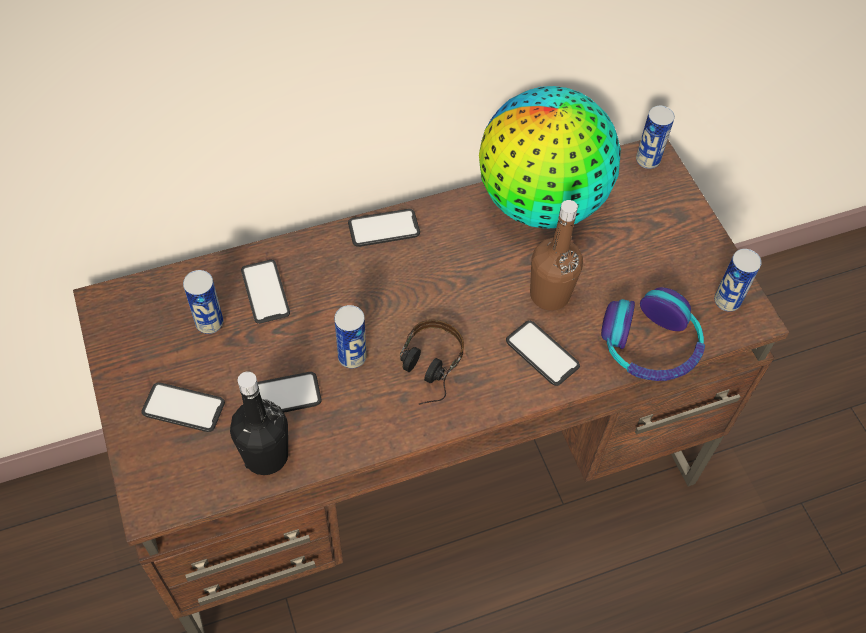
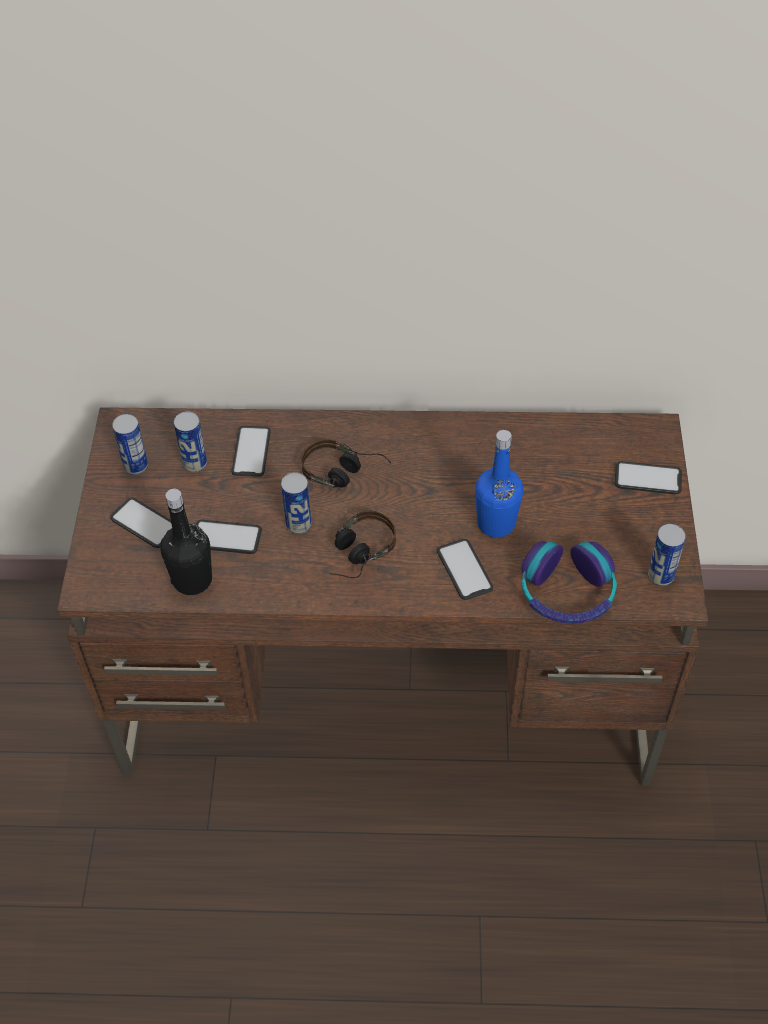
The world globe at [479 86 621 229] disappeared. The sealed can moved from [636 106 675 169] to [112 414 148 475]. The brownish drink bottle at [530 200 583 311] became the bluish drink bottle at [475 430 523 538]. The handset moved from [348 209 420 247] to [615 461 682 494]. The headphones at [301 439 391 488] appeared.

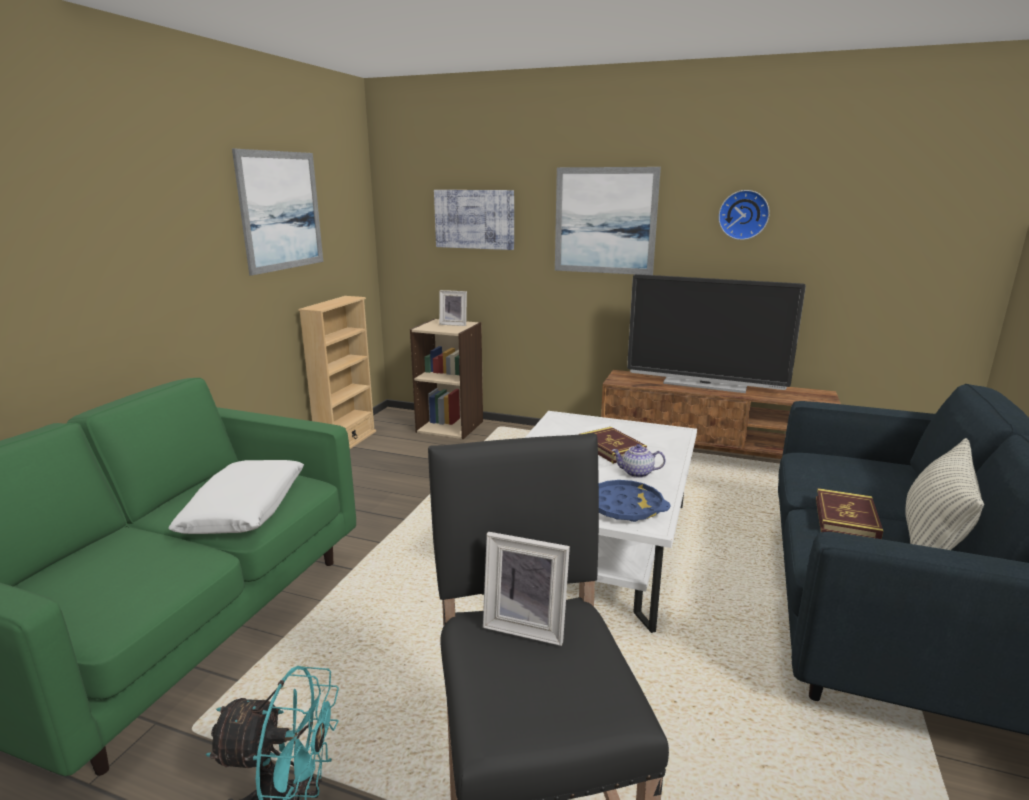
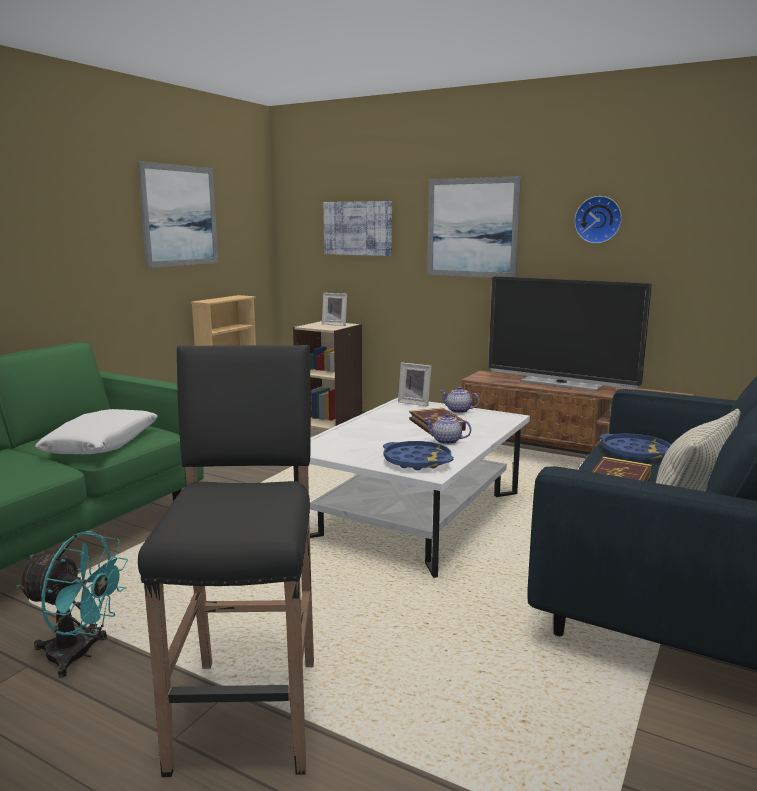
The picture frame moved from [483 532 570 646] to [398 362 432 406]. The pot for tea at [440 387 480 413] appeared. The bluish serving tray at [600 433 671 461] appeared.

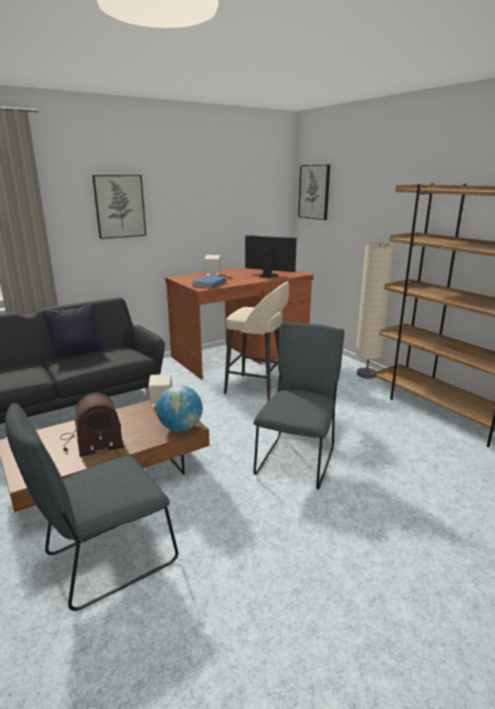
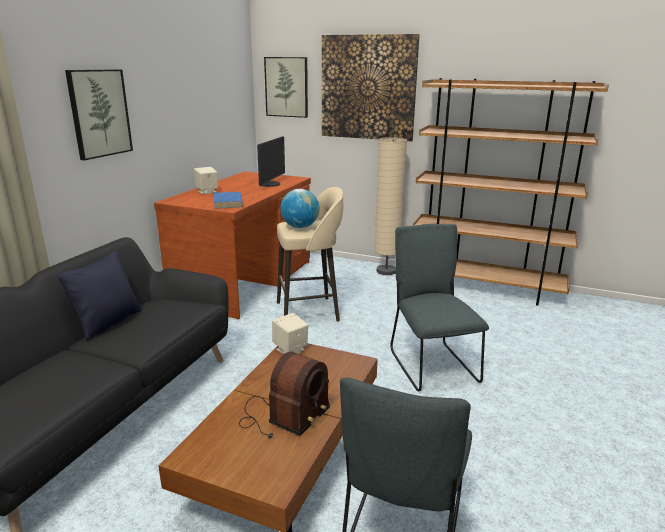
The monitor at [245 235 297 278] turned 120 degrees clockwise. The world globe moved from [156 385 203 432] to [280 189 319 228]. The picture at [322 34 420 141] appeared.

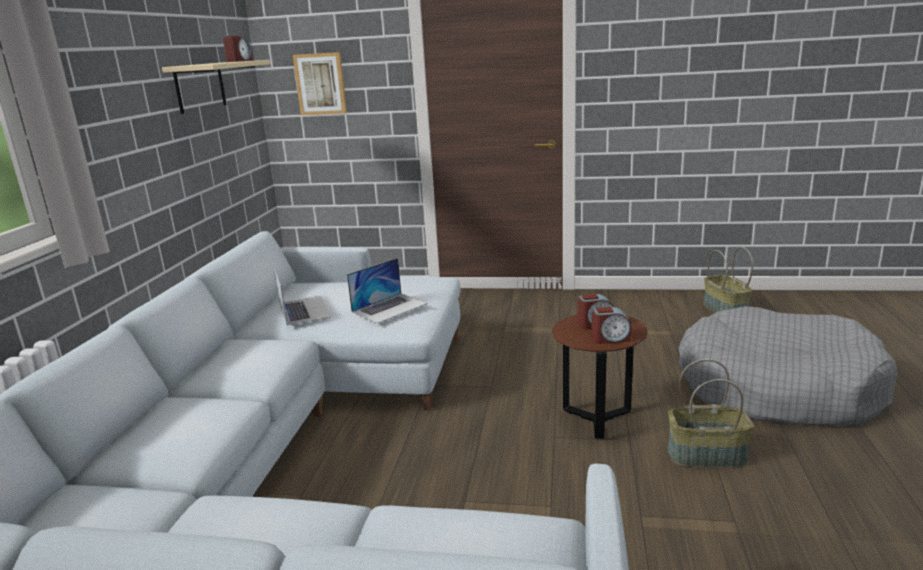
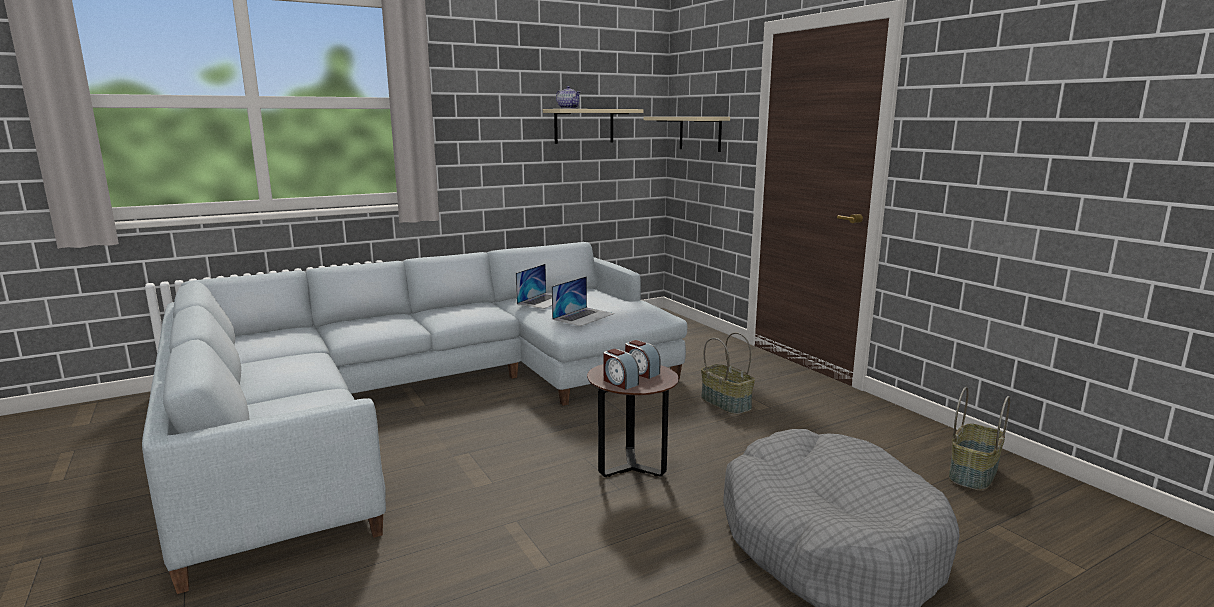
The alarm clock at [223 36 252 62] disappeared. The picture at [293 52 347 115] was replaced by the sand-coloured shelf at [644 117 730 152]. The portable computer at [347 258 428 323] turned 60 degrees counterclockwise. The storage basket moved from [668 359 754 467] to [701 332 755 415]. The pot for tea at [556 86 581 109] appeared.

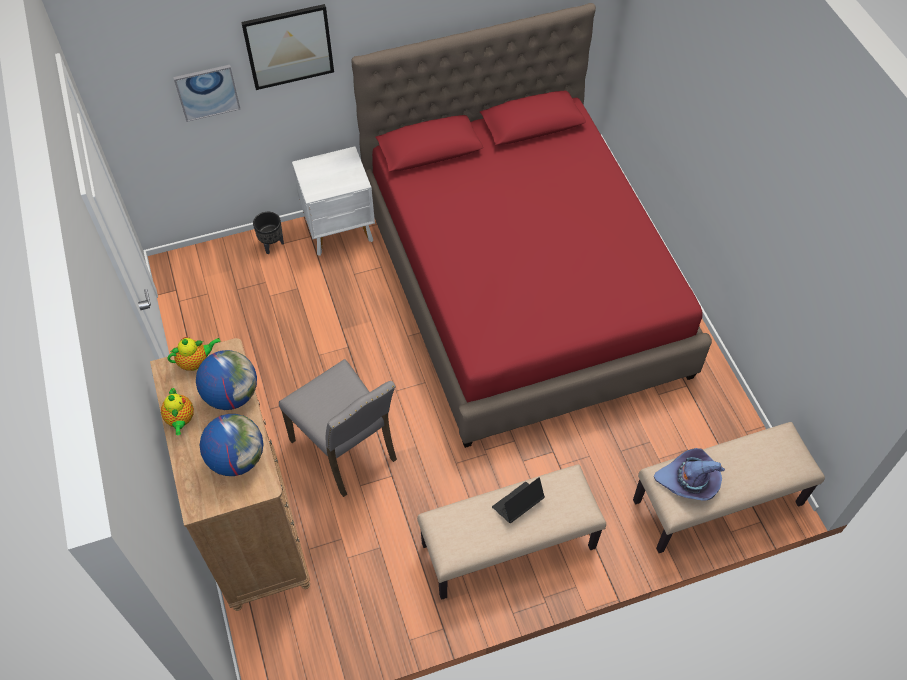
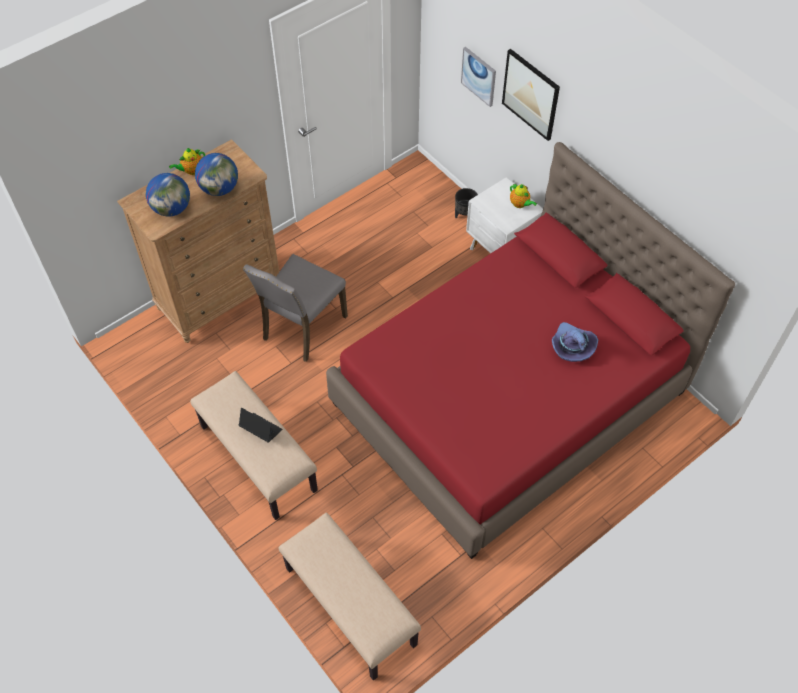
The pot for tea moved from [168 337 221 371] to [510 184 537 208]. The purple hat moved from [654 448 725 501] to [552 322 598 362].

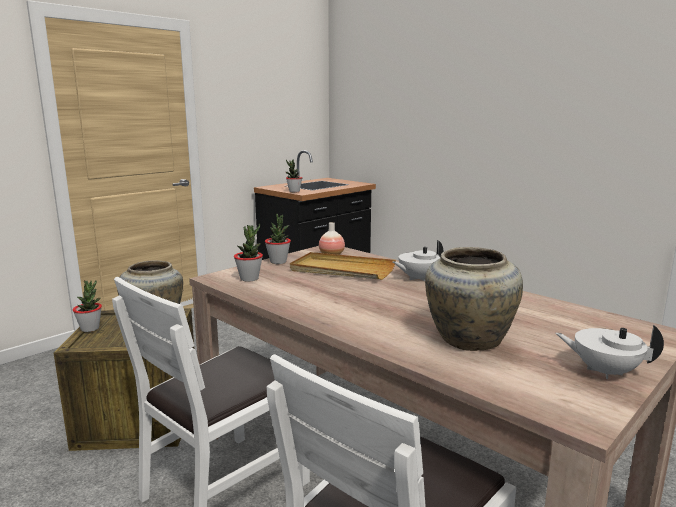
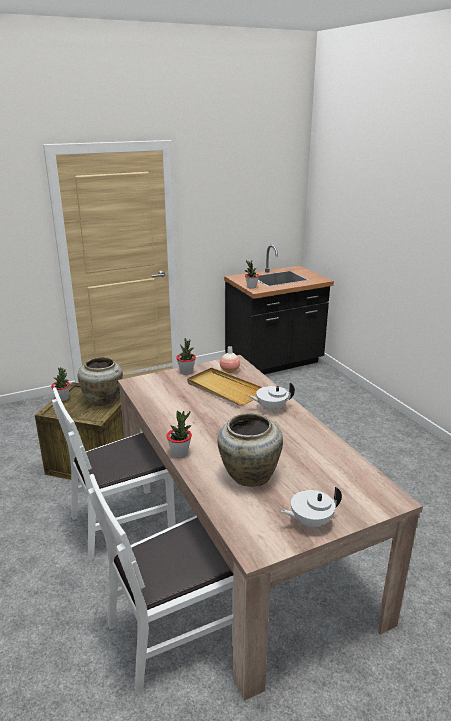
The potted plant moved from [234 224 263 282] to [166 410 192 458]. The white-coloured pot for tea at [556 324 664 379] turned 60 degrees counterclockwise.

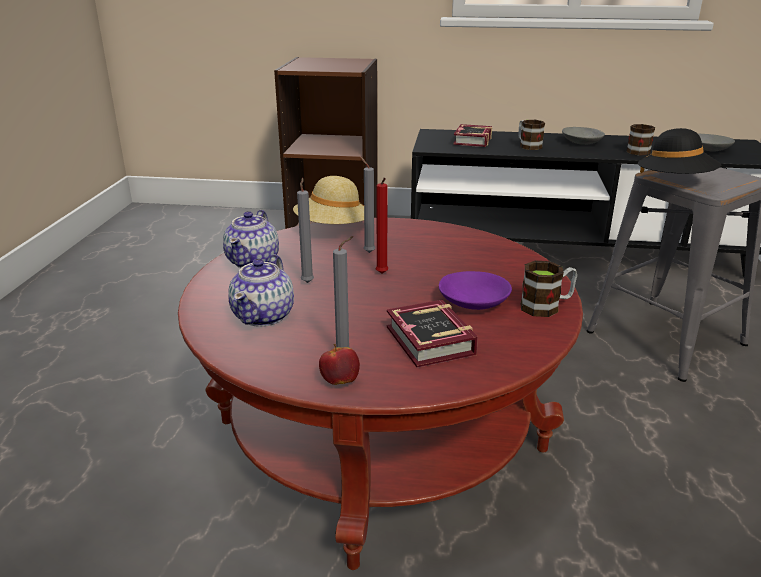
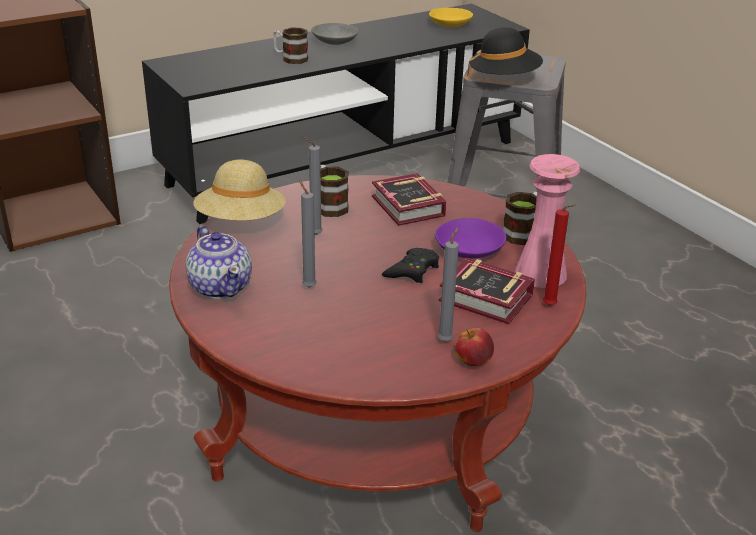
The book moved from [453 124 492 147] to [372 173 447 226]. The mug moved from [626 124 655 155] to [320 165 349 217]. The grey deep dish at [698 134 735 151] became the yellow-coloured deep dish at [429 8 473 27]. The reddish candle moved from [376 177 388 274] to [543 204 576 306]. The pot for tea at [228 254 294 327] disappeared. The pink-coloured vase at [515 154 580 288] appeared. The black game controller at [382 248 439 283] appeared.

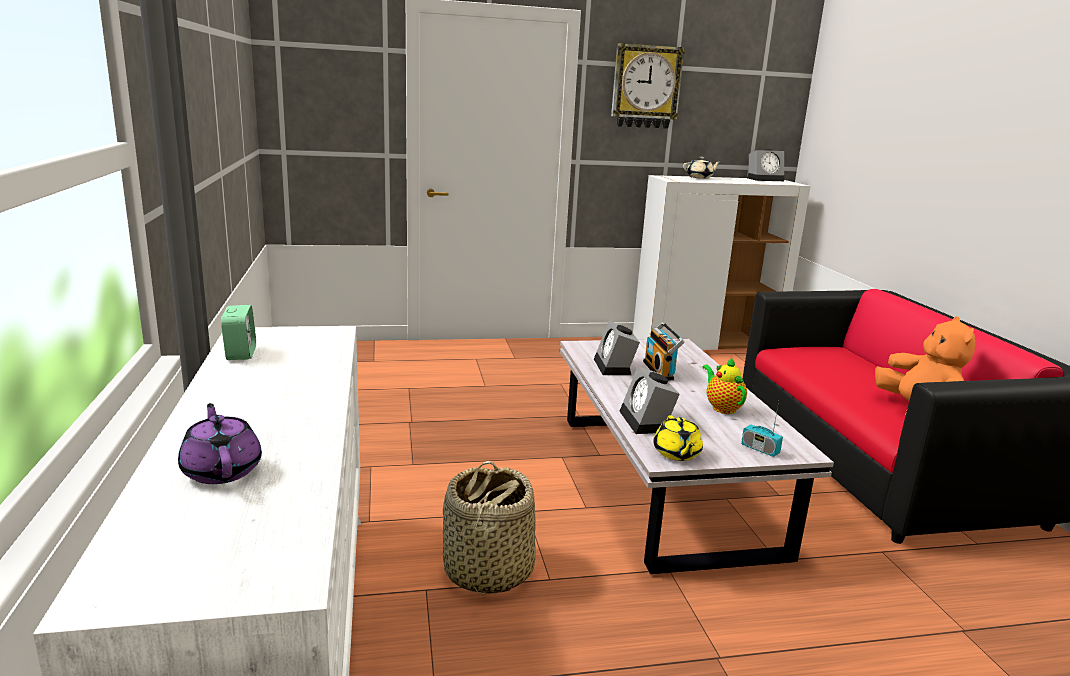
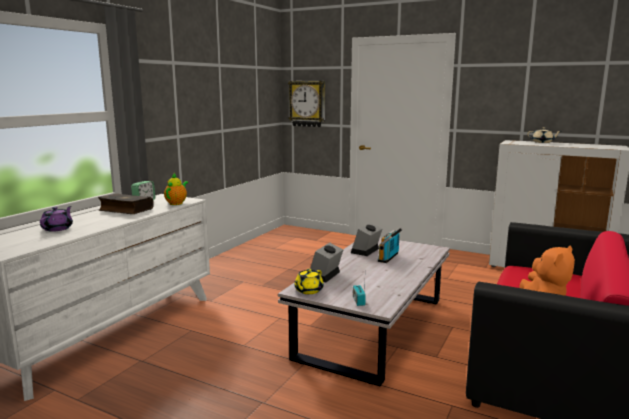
The hanging clock moved from [611 43 685 129] to [288 81 325 127]. The alarm clock at [747 149 784 181] disappeared. The pot for tea moved from [703 357 747 414] to [164 173 188 205]. The storage basket at [443 461 536 595] disappeared. The book at [98 194 154 214] appeared.

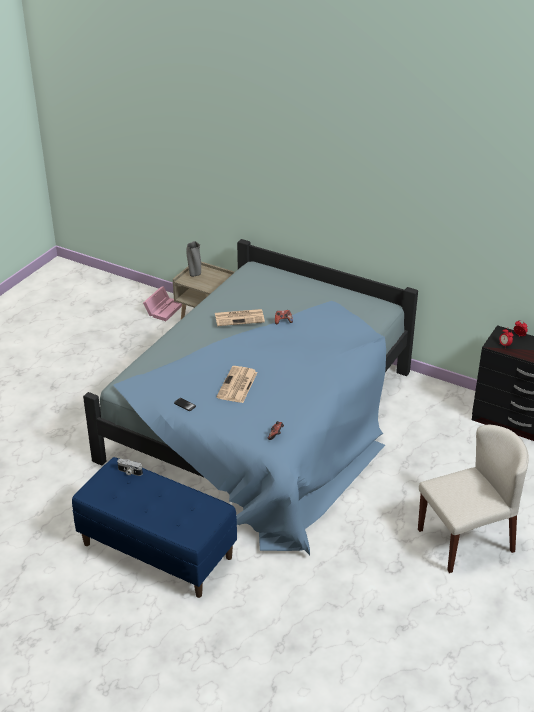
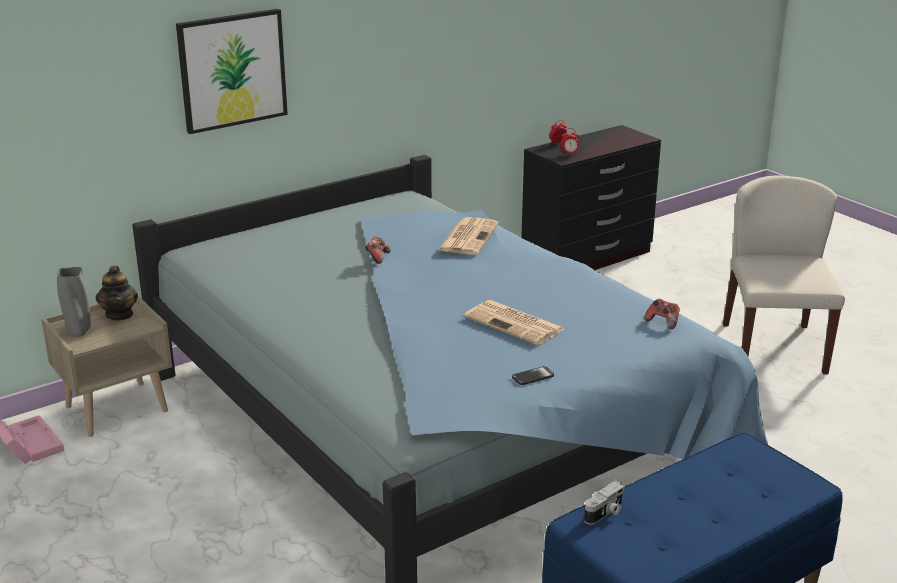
The printed paper moved from [215 309 265 326] to [437 217 498 255]. The picture at [176 9 288 134] appeared. The pot for tea at [96 266 138 320] appeared.

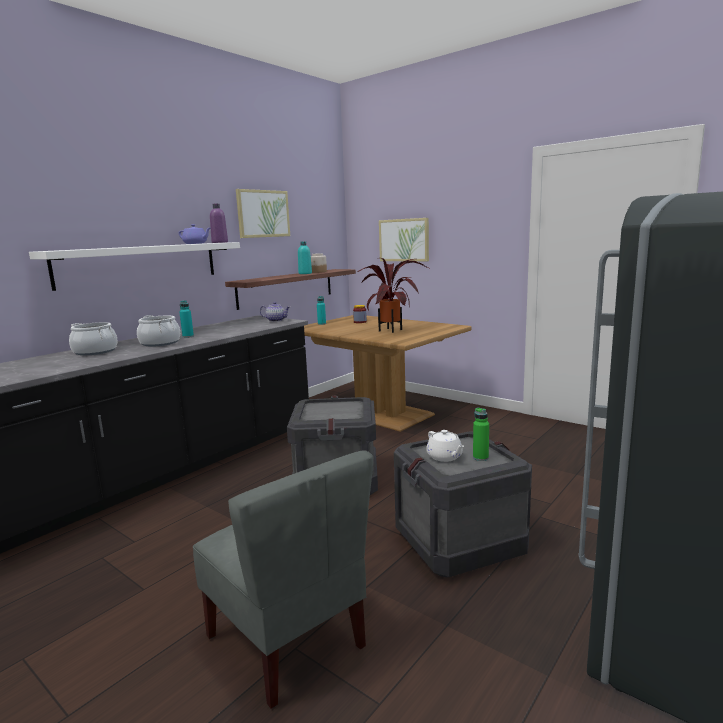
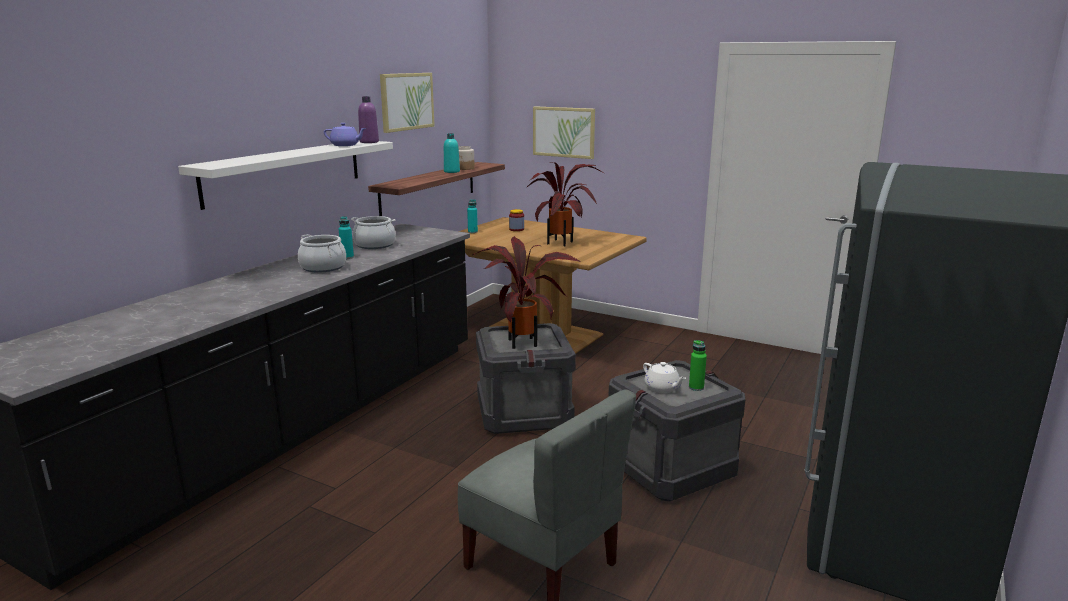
The pot for tea at [260 302 290 322] disappeared. The saucepot moved from [69 322 117 355] to [351 216 396 249]. The potted plant at [473 236 581 349] appeared.

